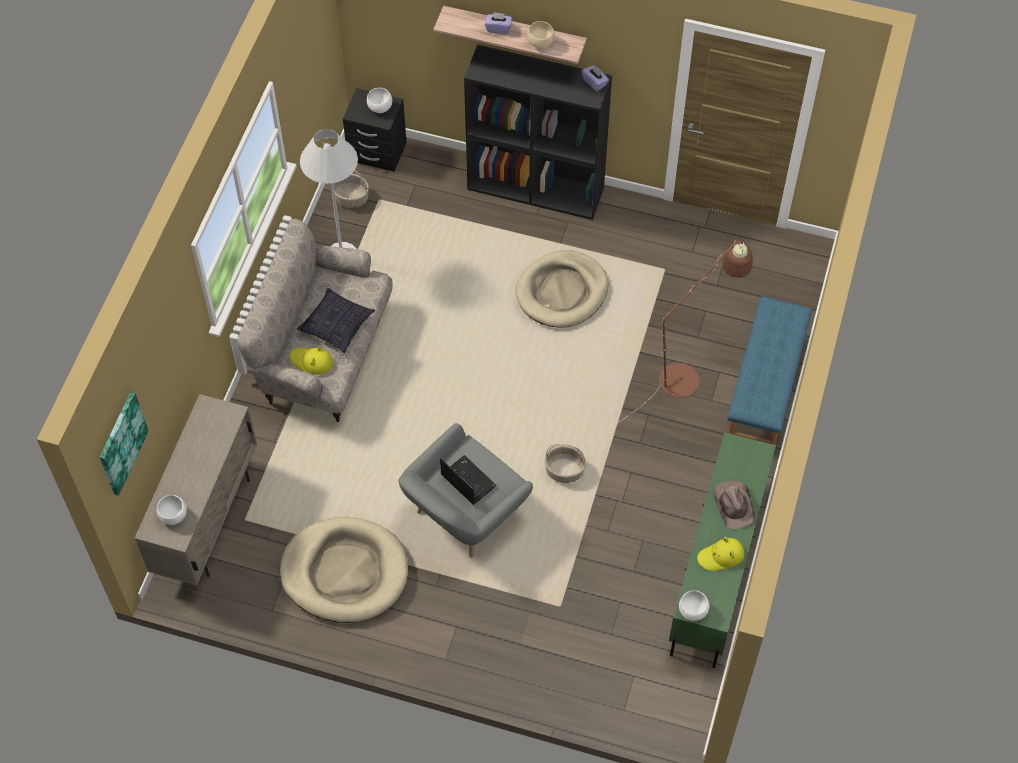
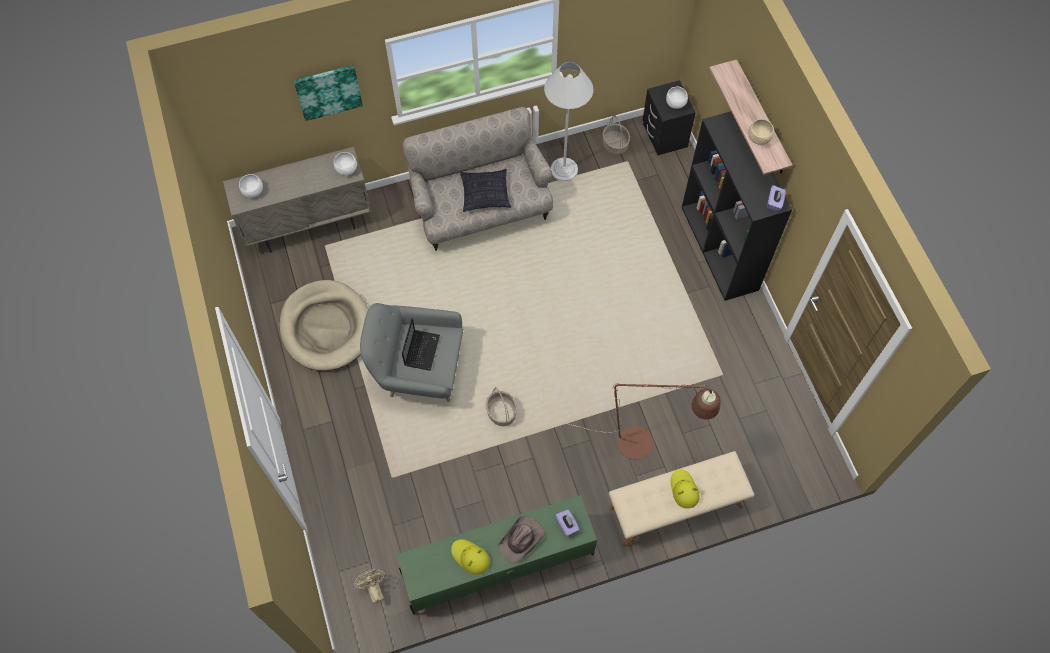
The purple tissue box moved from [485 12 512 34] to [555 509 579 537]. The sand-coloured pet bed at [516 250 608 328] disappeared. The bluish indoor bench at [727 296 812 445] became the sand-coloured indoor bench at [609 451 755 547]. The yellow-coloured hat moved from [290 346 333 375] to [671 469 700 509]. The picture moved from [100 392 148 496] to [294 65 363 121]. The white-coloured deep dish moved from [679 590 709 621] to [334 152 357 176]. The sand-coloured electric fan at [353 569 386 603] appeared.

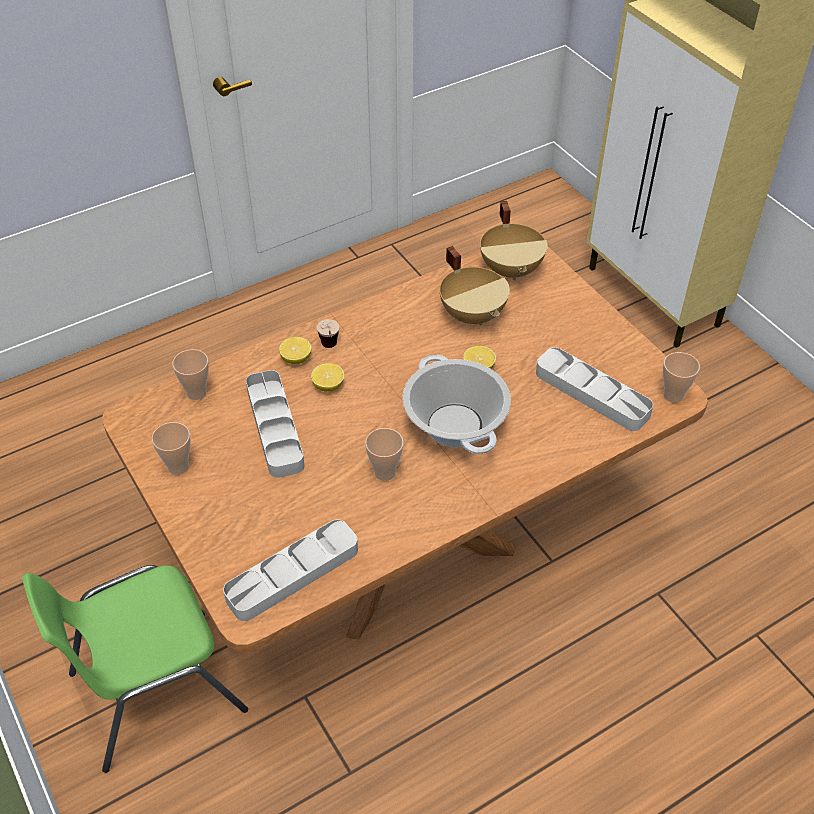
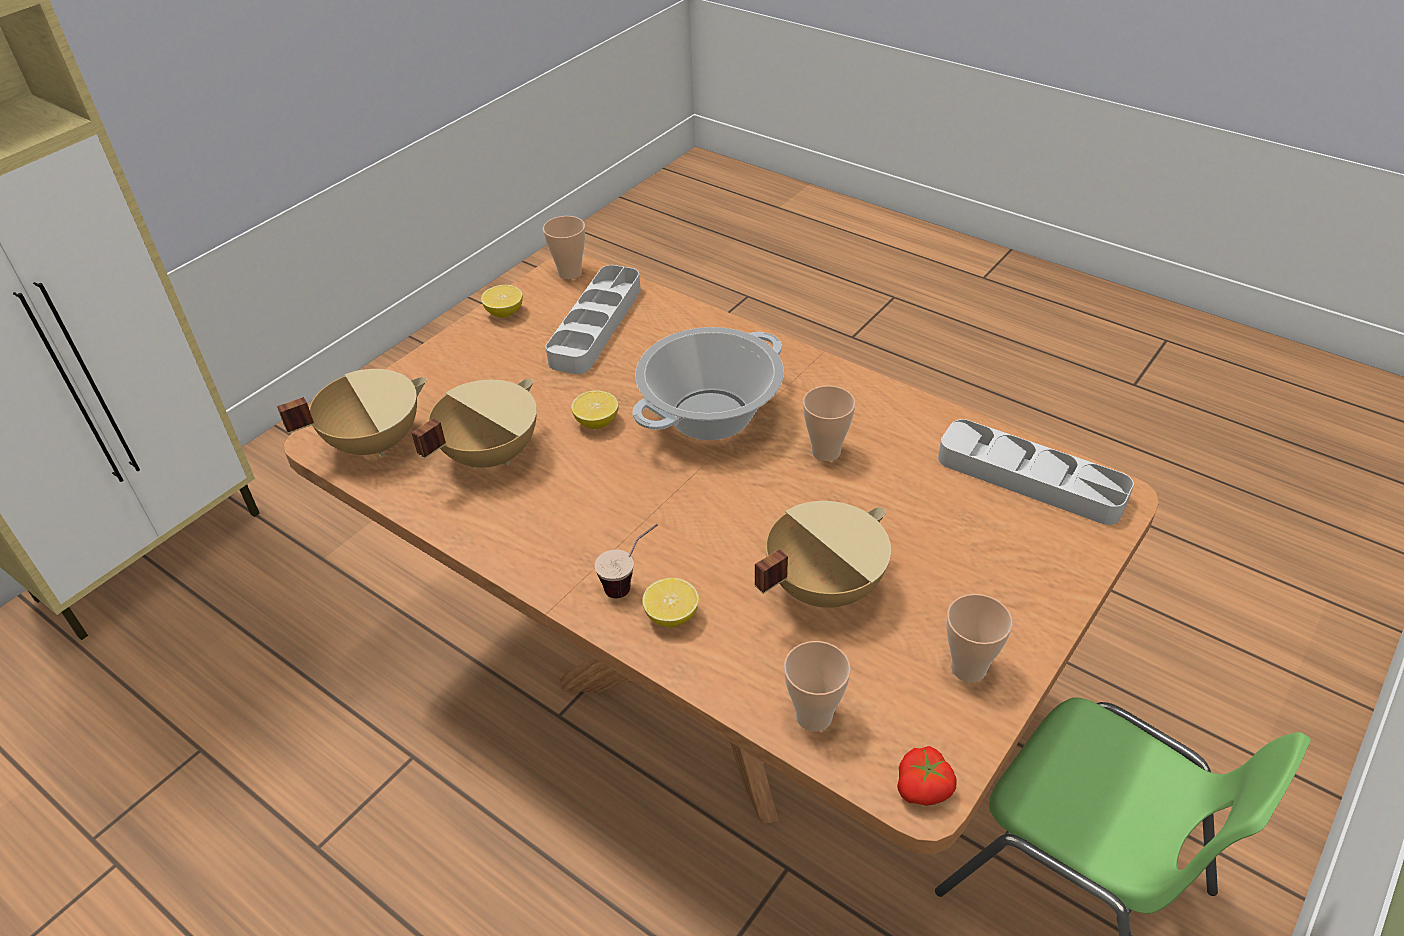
The whole lemon moved from [311 363 344 391] to [481 285 523 318]. The grey serving tray at [246 370 304 478] was replaced by the sand-coloured saucepot at [755 501 891 608]. The fresh tomato at [897 746 957 806] appeared.

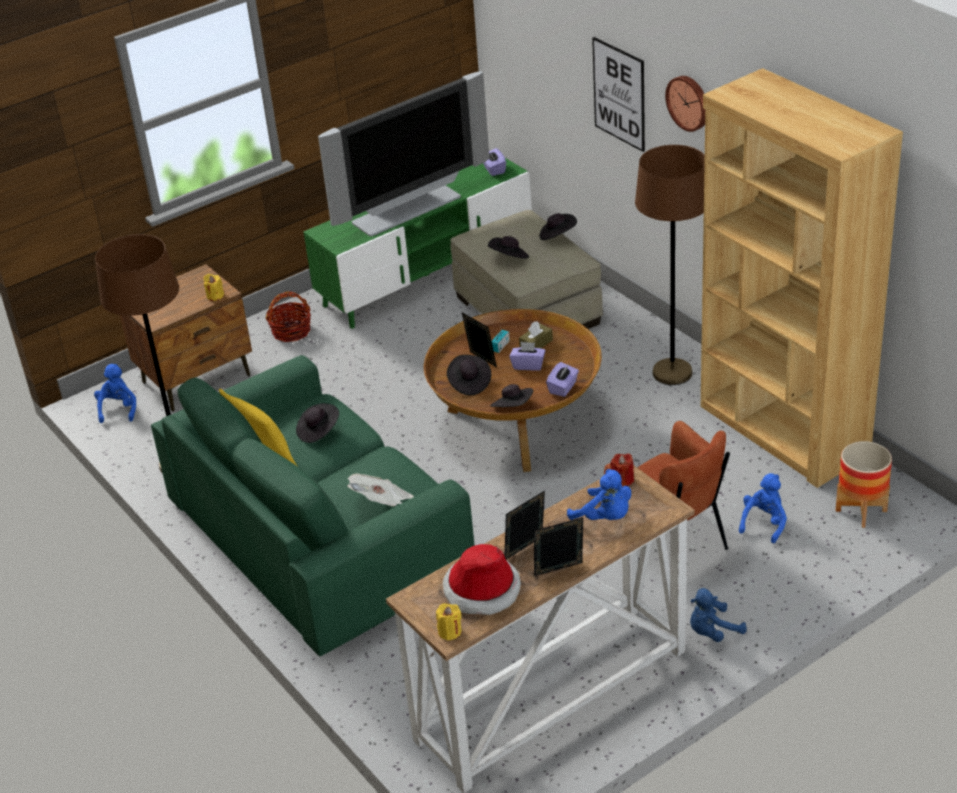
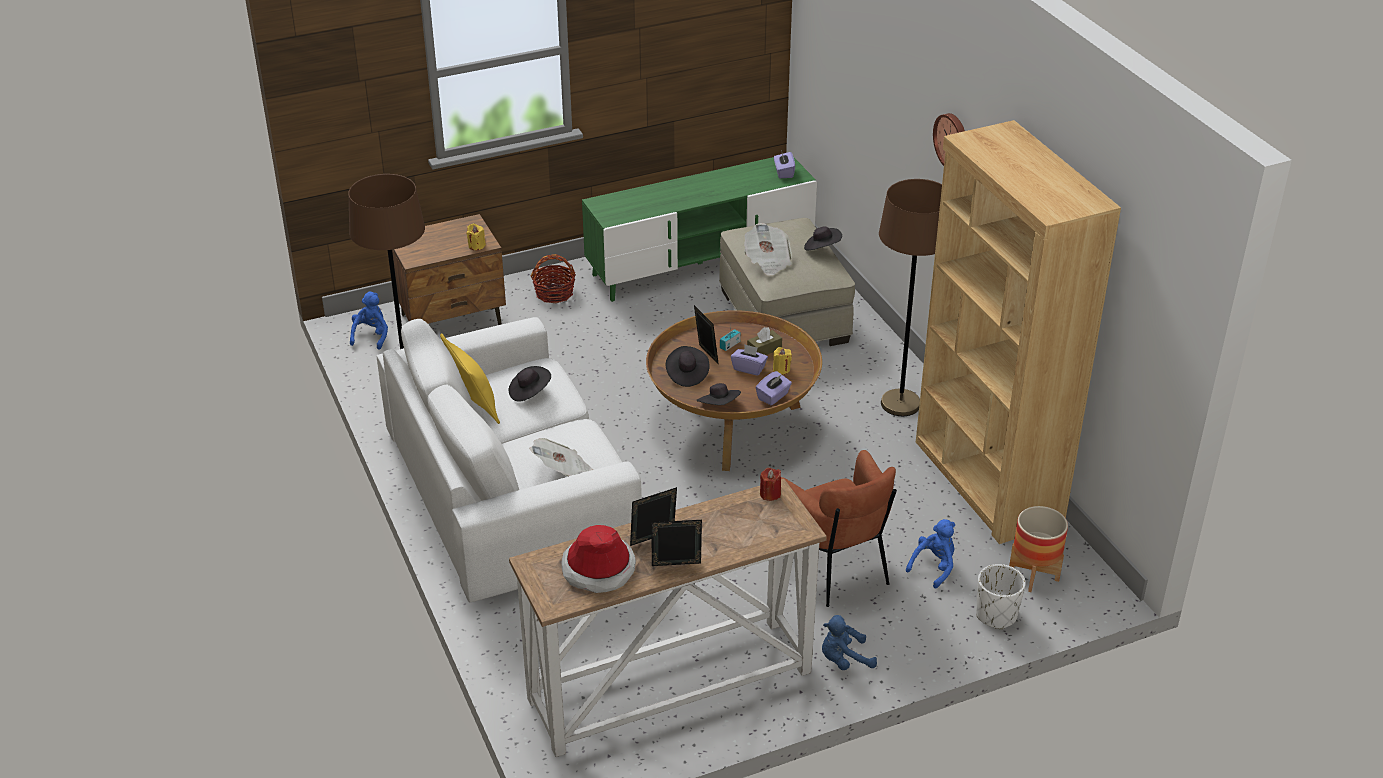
The picture at [592 37 645 152] disappeared. The TV at [318 71 490 236] disappeared. The black hat at [488 236 529 259] was replaced by the printed paper at [744 223 792 276]. The green-coloured couch at [151 355 474 656] became the white-coloured couch at [377 317 642 603]. The bluish soft toy at [567 469 631 520] disappeared. The yellow-coloured candle moved from [436 603 462 641] to [773 347 792 375]. The white-coloured flower pot at [976 564 1026 629] appeared.

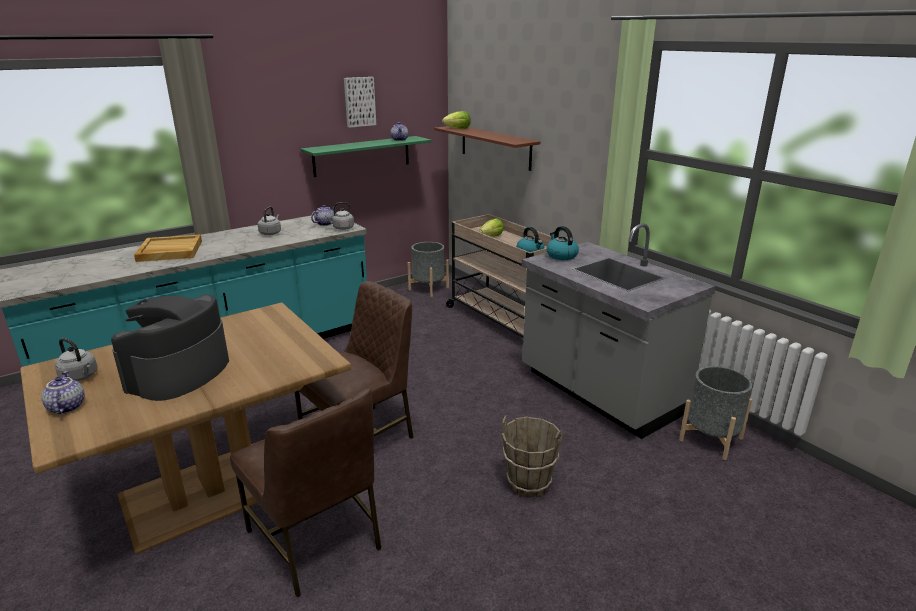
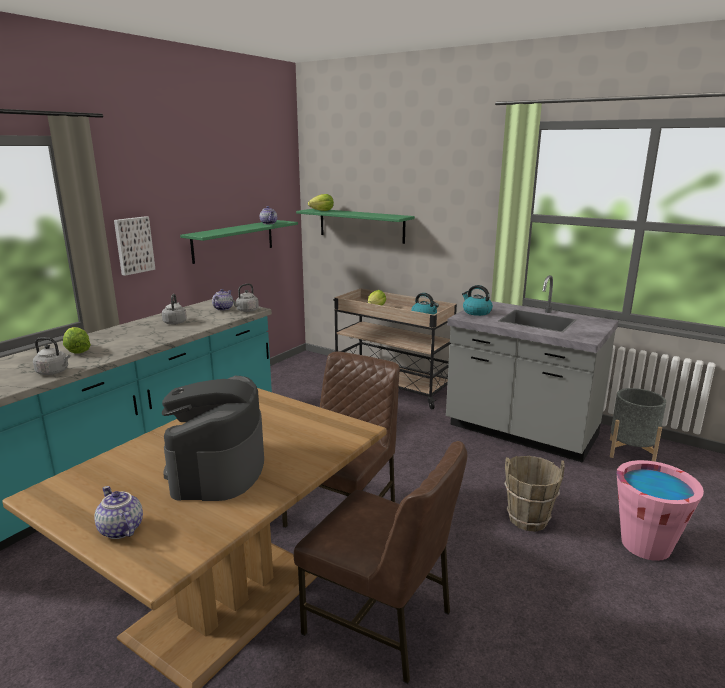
The picture moved from [344 77 376 128] to [114 216 156 276]. The brownish shelf at [434 126 540 171] became the green-coloured shelf at [296 209 415 244]. The sand-coloured serving tray at [134 234 202 262] was replaced by the head of lettuce at [63 327 91 354]. The grey flower pot at [407 242 449 297] disappeared. The grey tea kettle moved from [55 338 98 381] to [33 337 70 375]. The pink-coloured water bucket at [617 460 704 561] appeared.

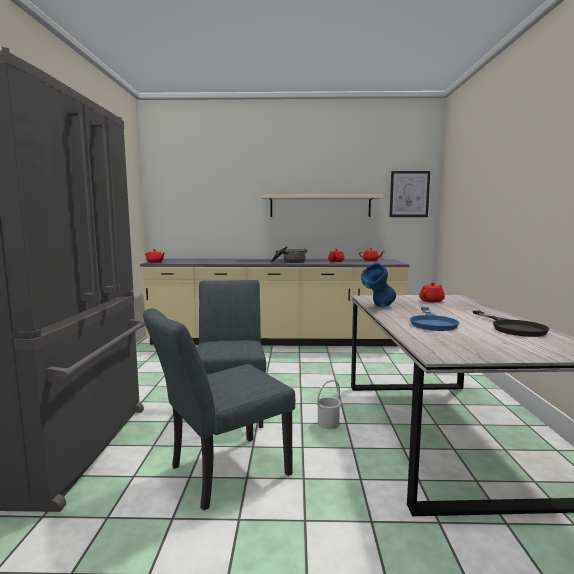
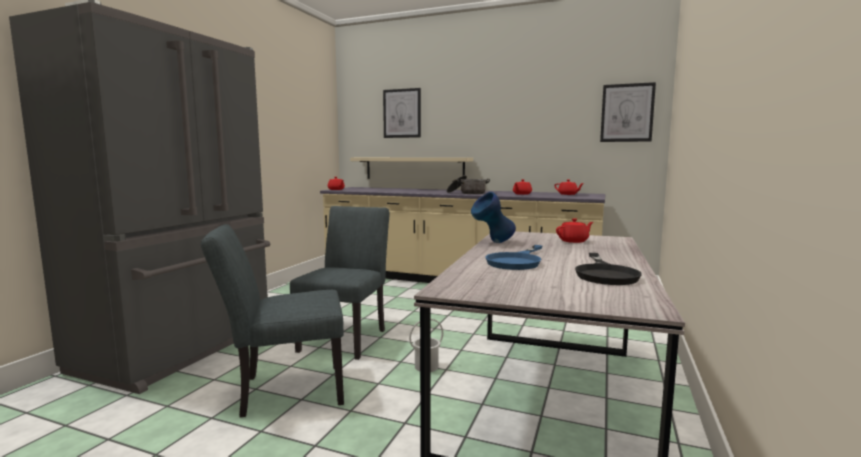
The sand-coloured shelf moved from [261 194 383 217] to [350 157 473 179]. The picture at [383 88 421 138] appeared.

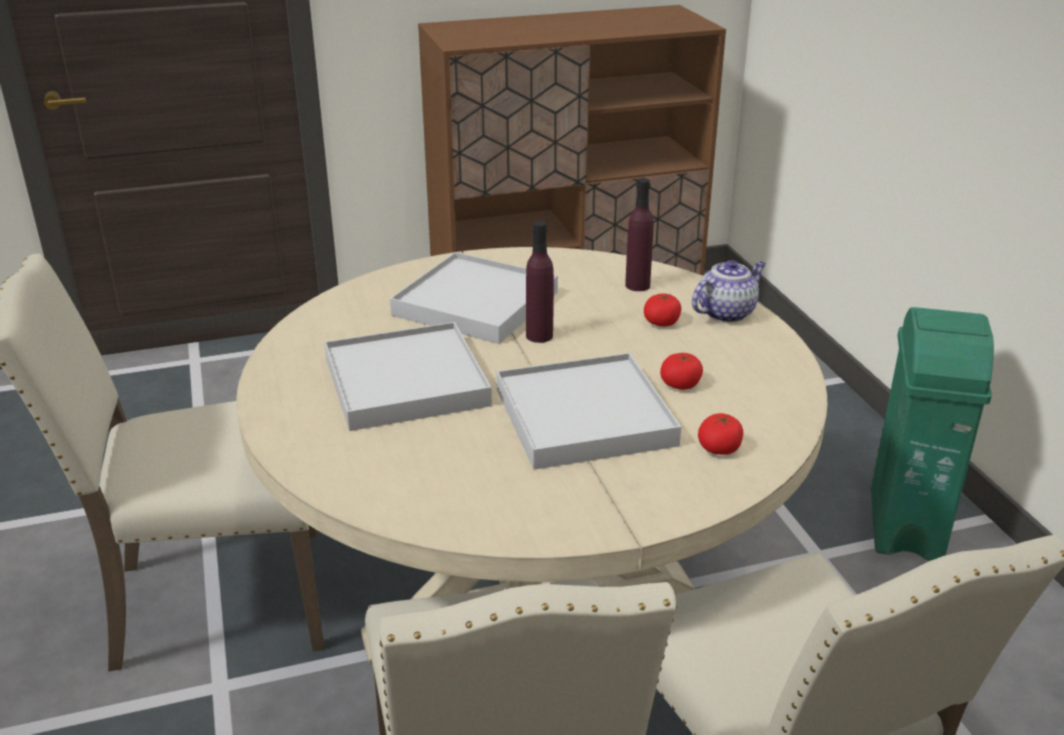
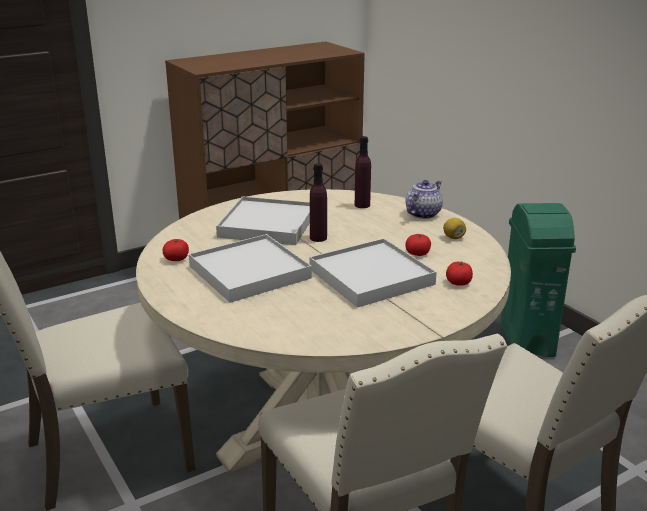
The fresh tomato moved from [644 294 682 327] to [163 239 189 261]. The whole lemon at [443 218 466 239] appeared.

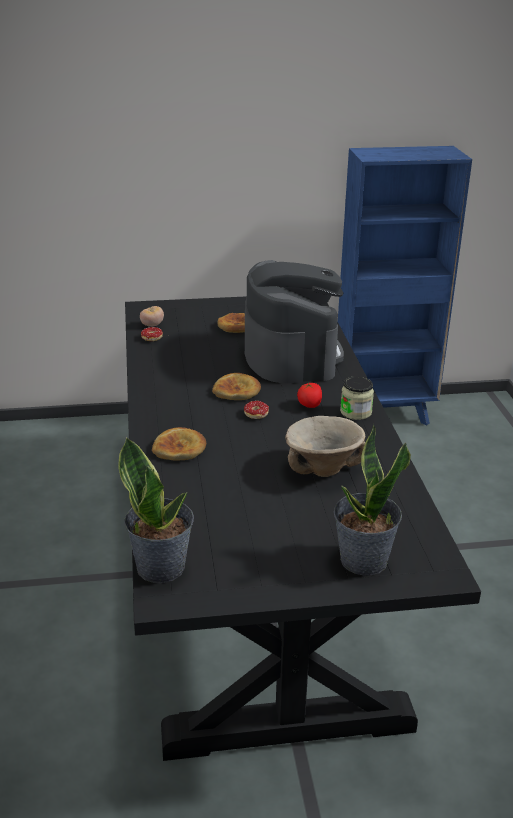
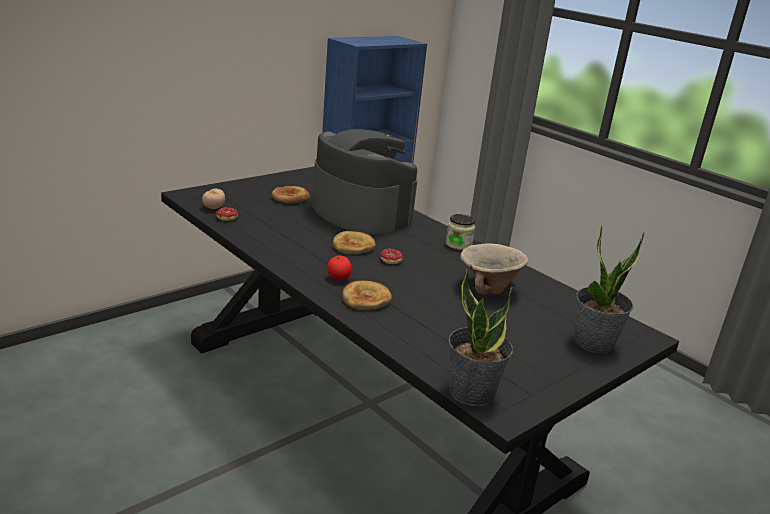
The fresh tomato moved from [297 383 322 408] to [327 255 352 280].

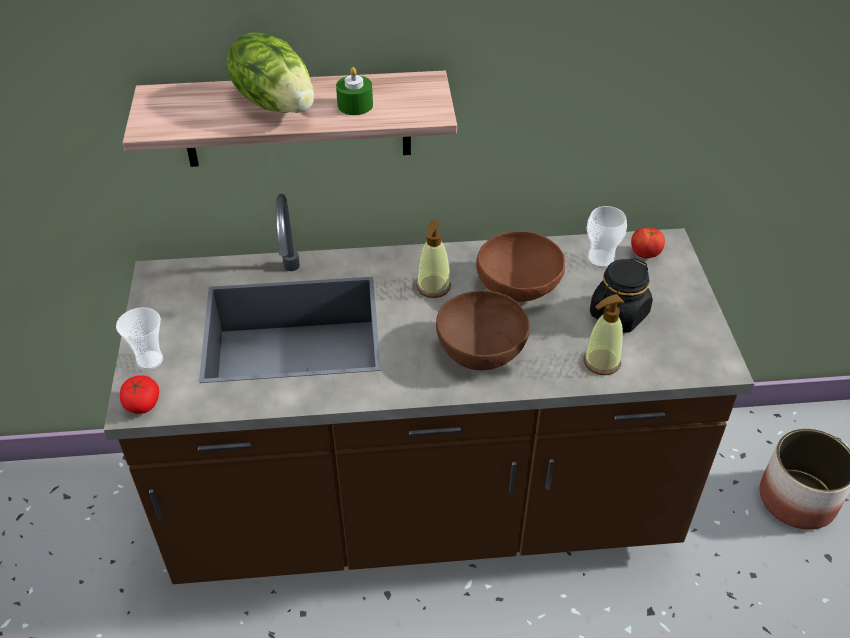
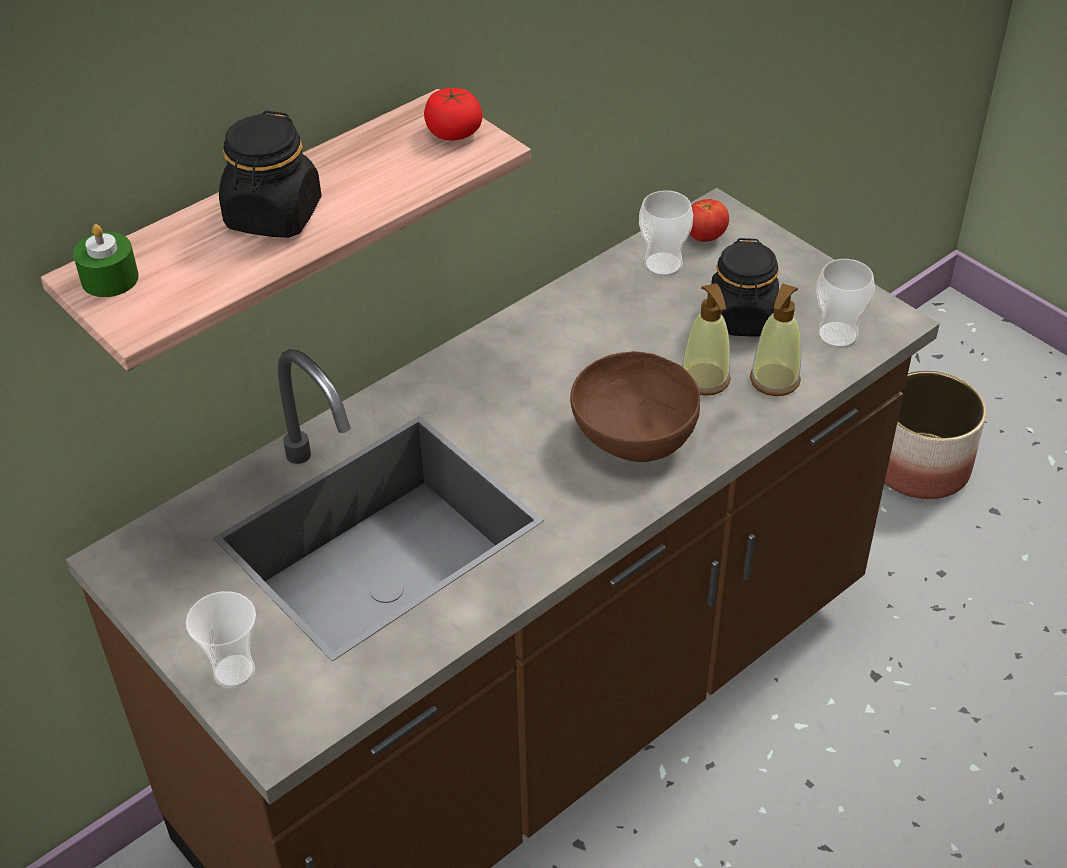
The head of lettuce at [227 32 314 113] was replaced by the black storage jar at [219 111 321 238]. The green-coloured candle moved from [336 67 373 115] to [73 224 139 297]. The soap bottle moved from [416 220 451 298] to [682 283 731 396]. The brownish deep dish at [476 231 565 302] disappeared. The fresh tomato moved from [120 375 159 414] to [424 88 482 140]. The cup at [816 259 875 349] appeared.

